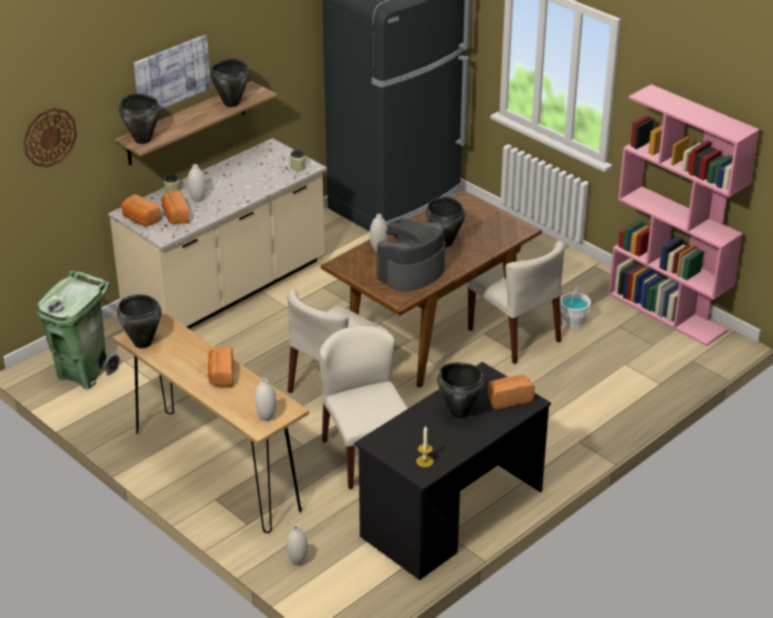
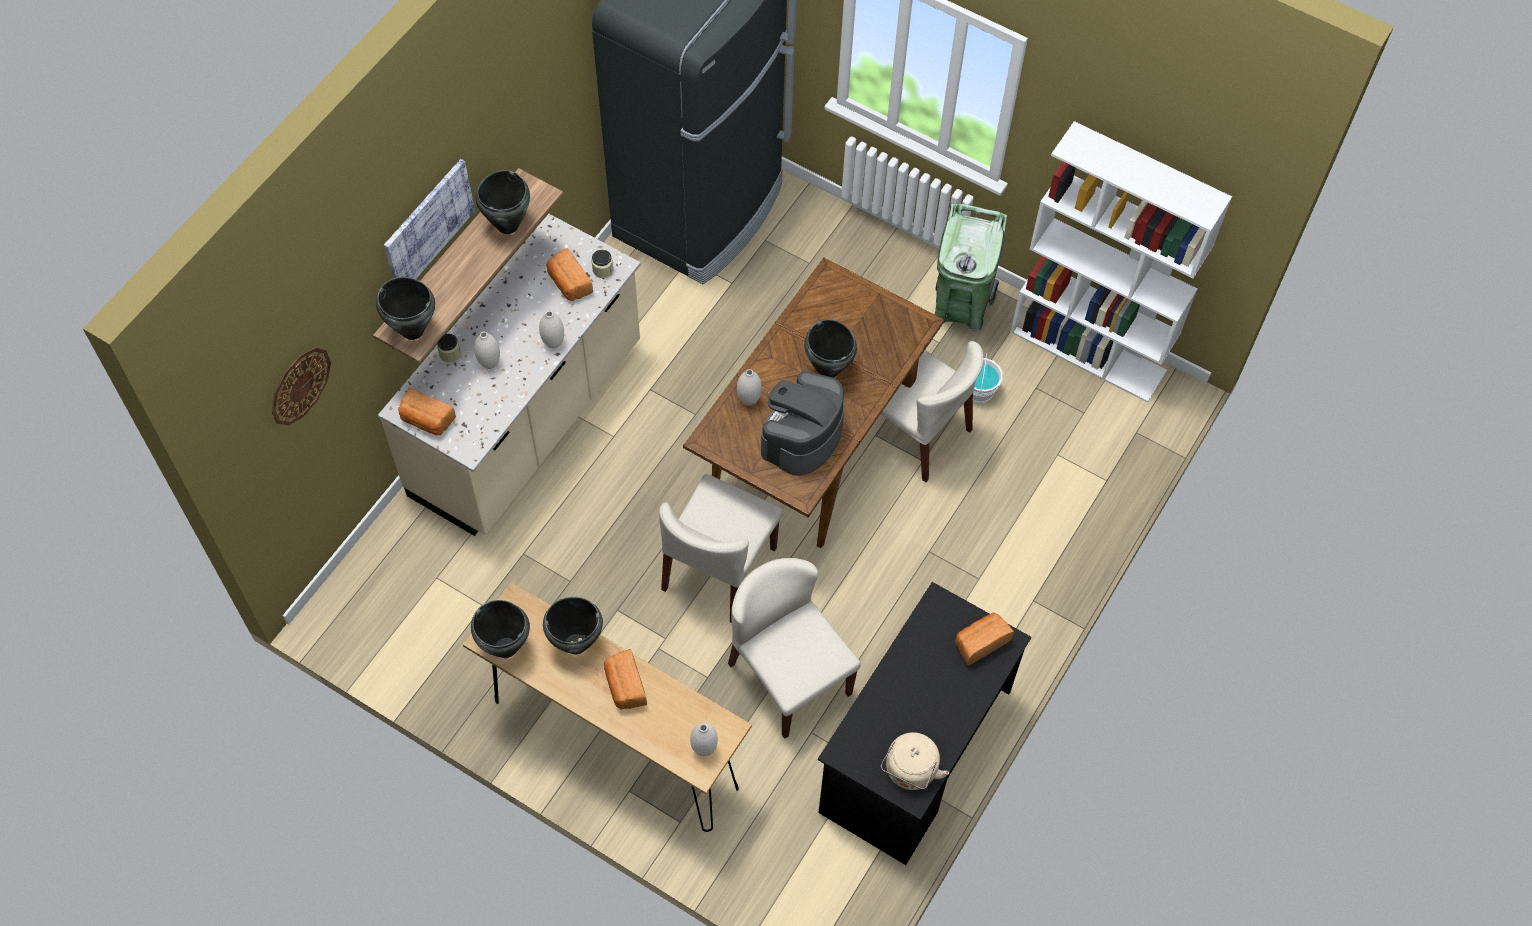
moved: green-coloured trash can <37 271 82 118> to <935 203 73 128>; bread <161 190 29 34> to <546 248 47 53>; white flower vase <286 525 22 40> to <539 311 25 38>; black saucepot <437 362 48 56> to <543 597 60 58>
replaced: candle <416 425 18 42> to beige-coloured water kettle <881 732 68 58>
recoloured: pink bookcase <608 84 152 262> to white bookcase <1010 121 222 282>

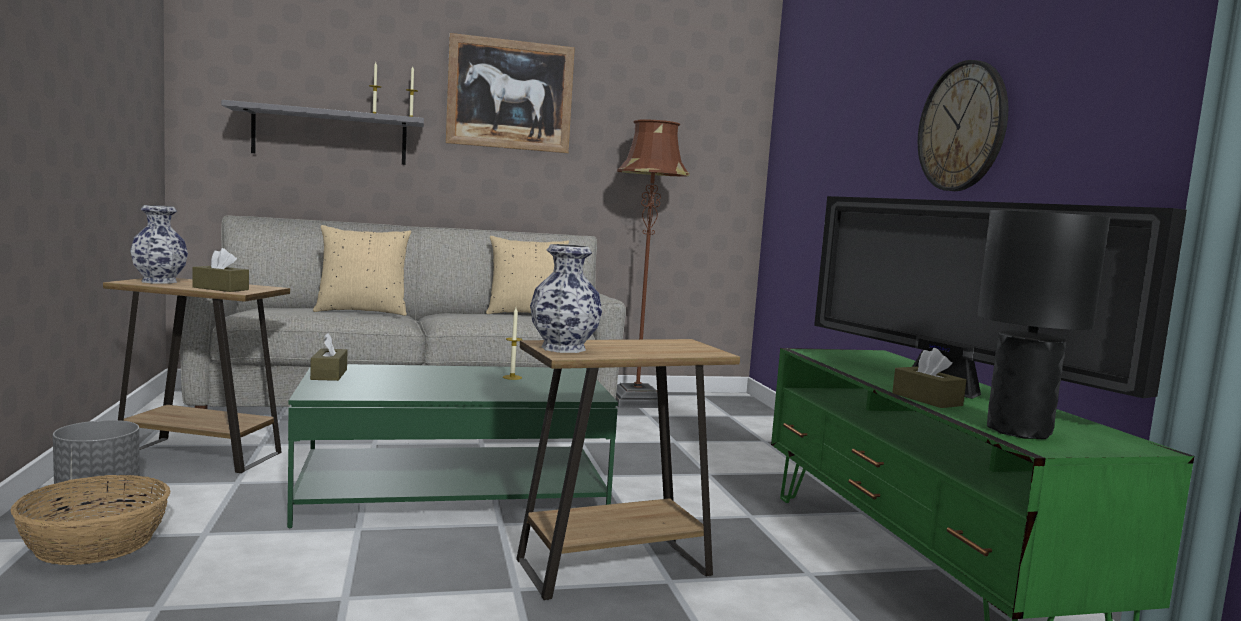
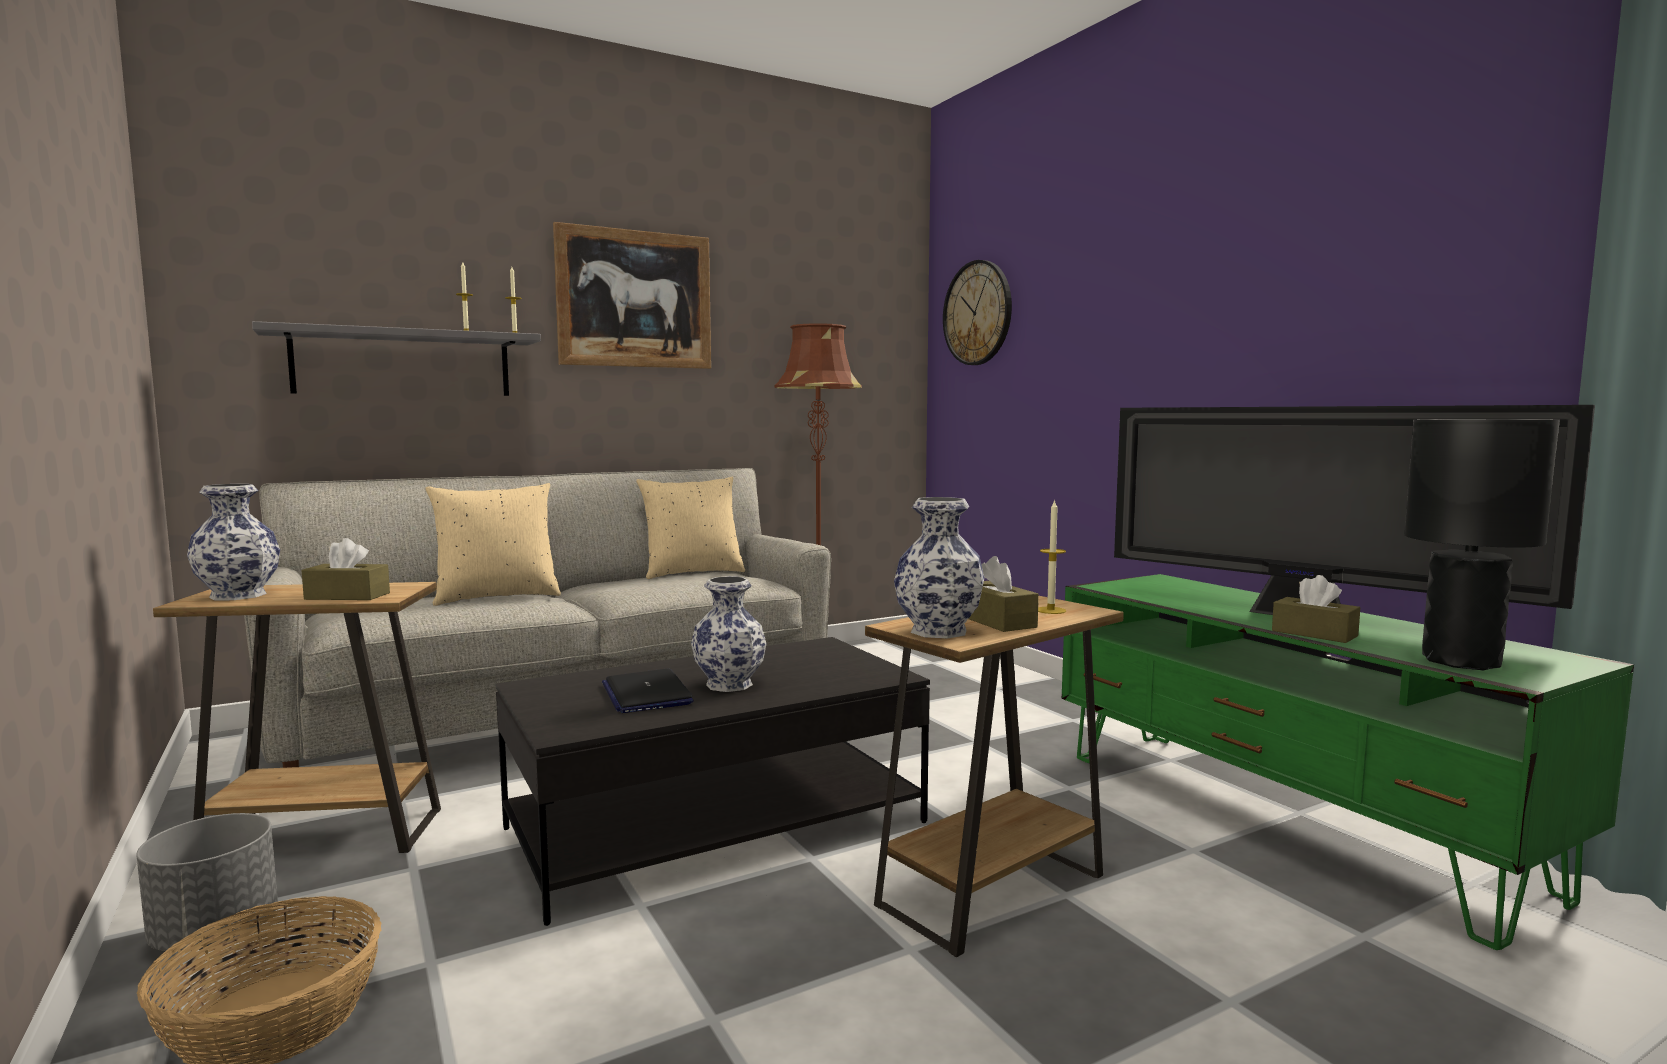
added: laptop <602 669 92 44>; flower vase <691 576 76 116>
moved: brownish box of tissues <310 333 37 48> to <969 556 70 76>; candle <503 308 20 72> to <1038 499 28 115>; clock on the wall <918 60 91 131> to <943 260 69 105>
recoloured: green-coloured low table <287 364 331 164> to black low table <496 637 434 289>

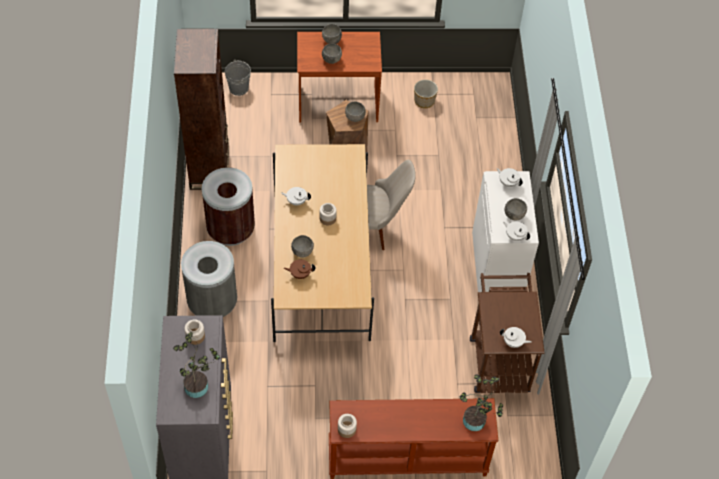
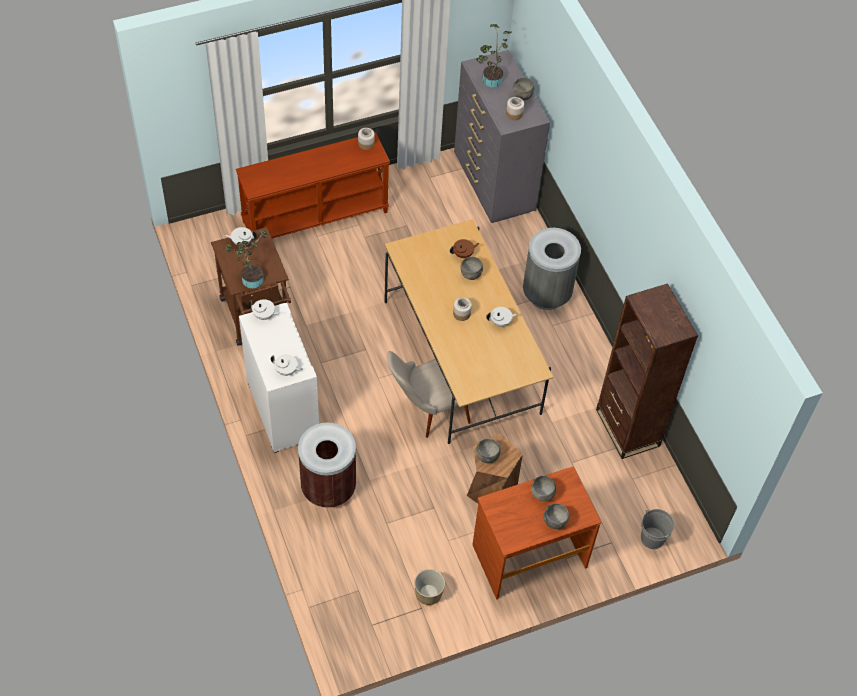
moved: brownish trash can <202 167 53 79> to <298 423 58 85>; potted plant <460 374 43 57> to <226 230 41 58>; gray serving bowl <505 198 22 23> to <513 77 21 23>

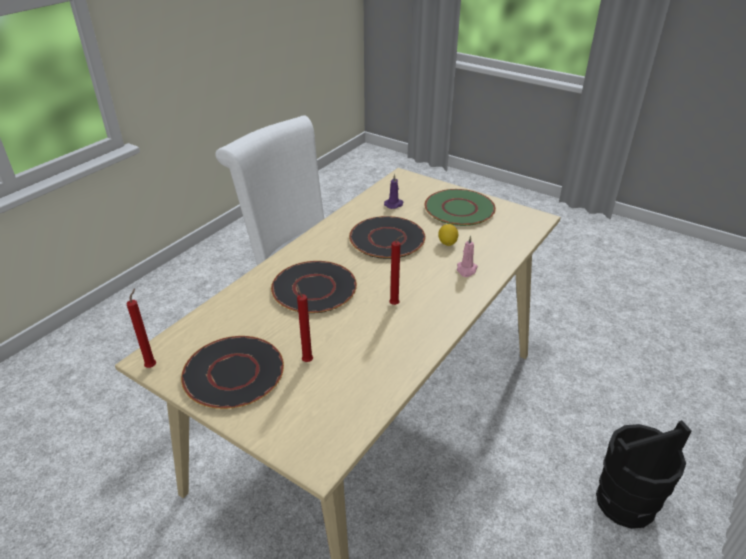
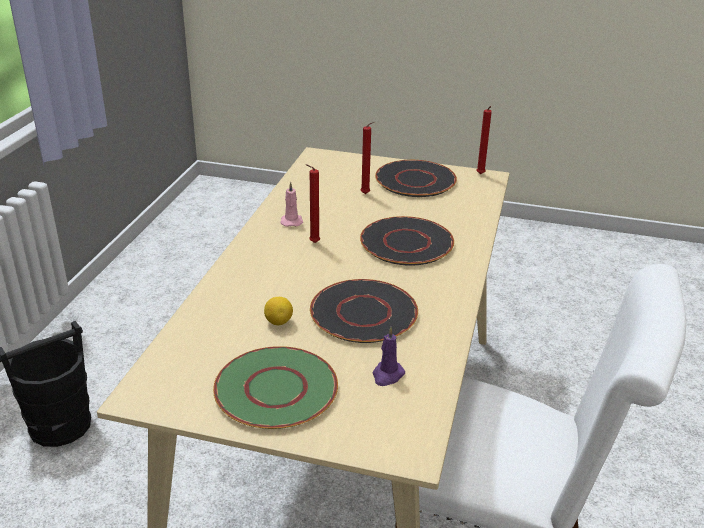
moved: pink candle <457 235 21 42> to <280 182 23 45>

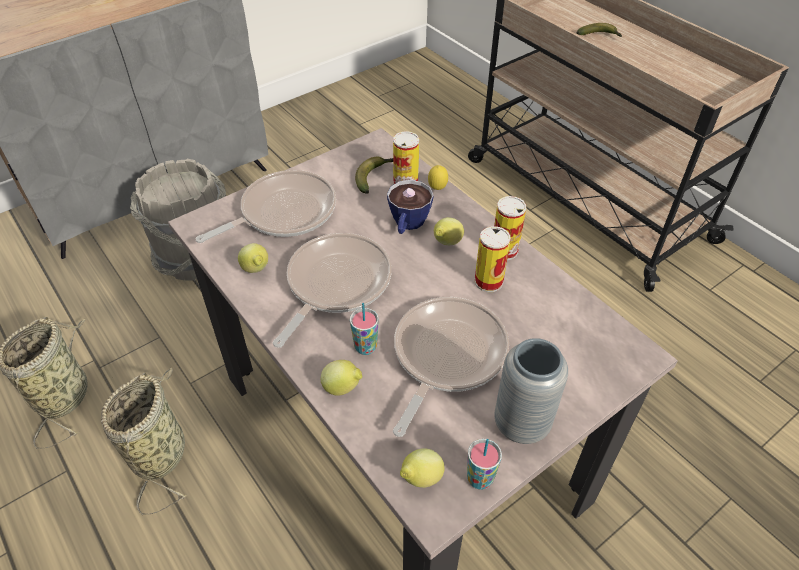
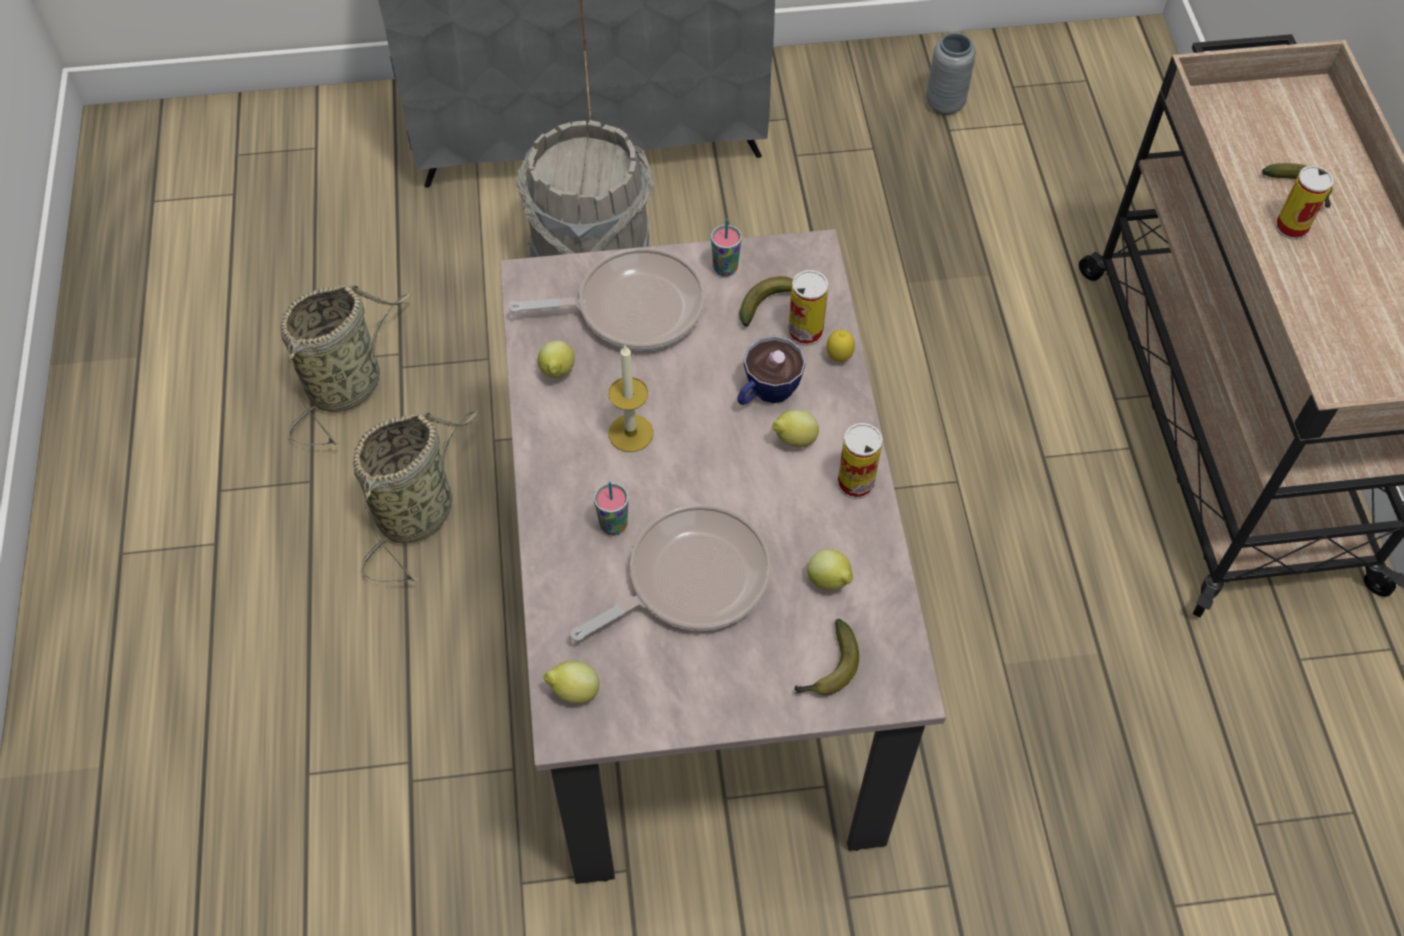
added: whole banana <794 619 65 76>
moved: whole lemon <321 360 41 36> to <807 549 46 41>; small cup <467 439 35 51> to <711 219 31 58>; sealed can <475 226 36 66> to <1275 165 59 75>; gray flower vase <494 338 74 106> to <926 33 50 82>
replaced: frying pan <273 233 119 115> to candle <608 345 45 107>

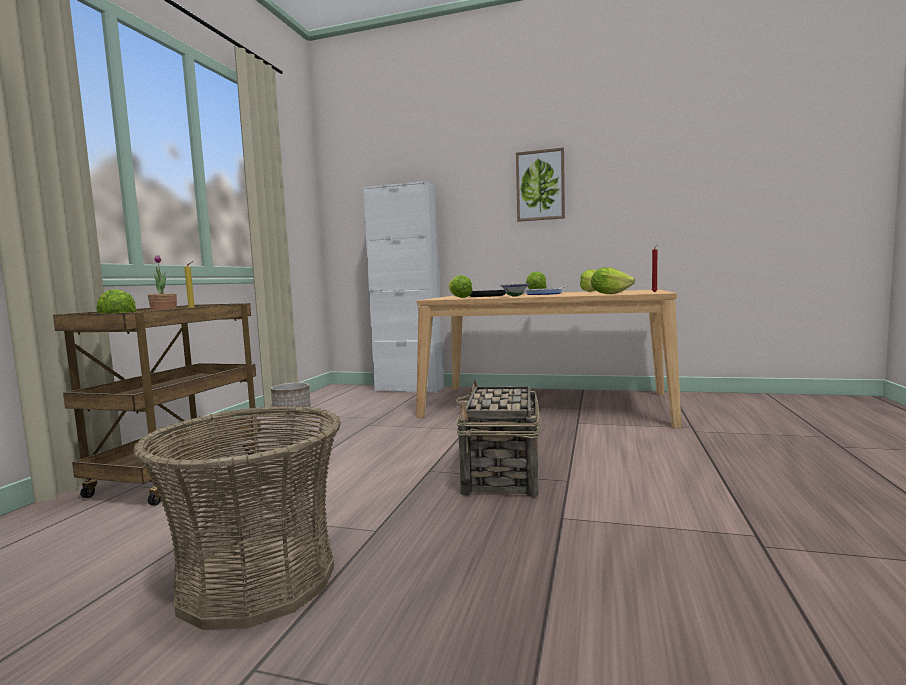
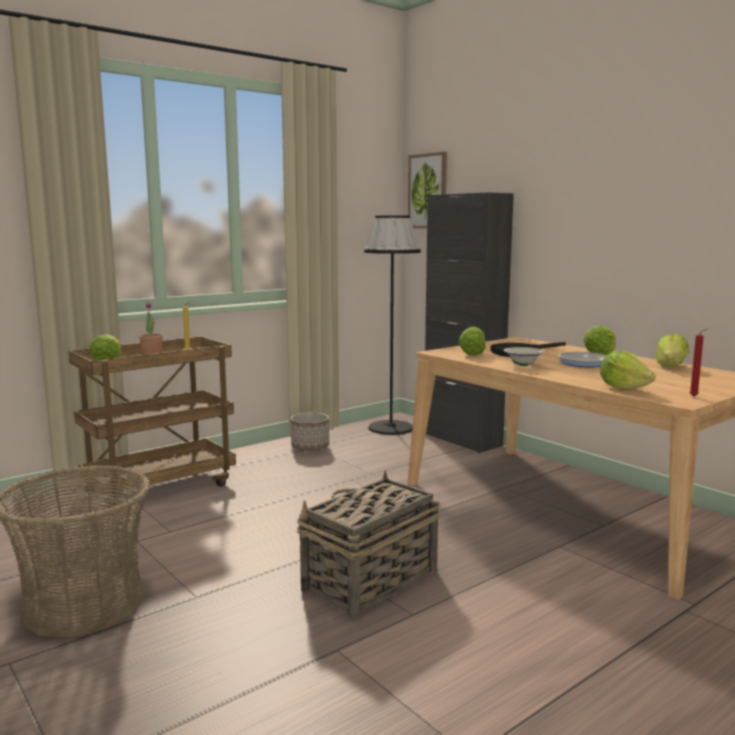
added: black standard lamp <364 216 57 219>
moved: wall picture <516 147 49 75> to <408 152 39 76>
recoloured: white cupboard <363 181 81 212> to black cupboard <425 192 89 261>

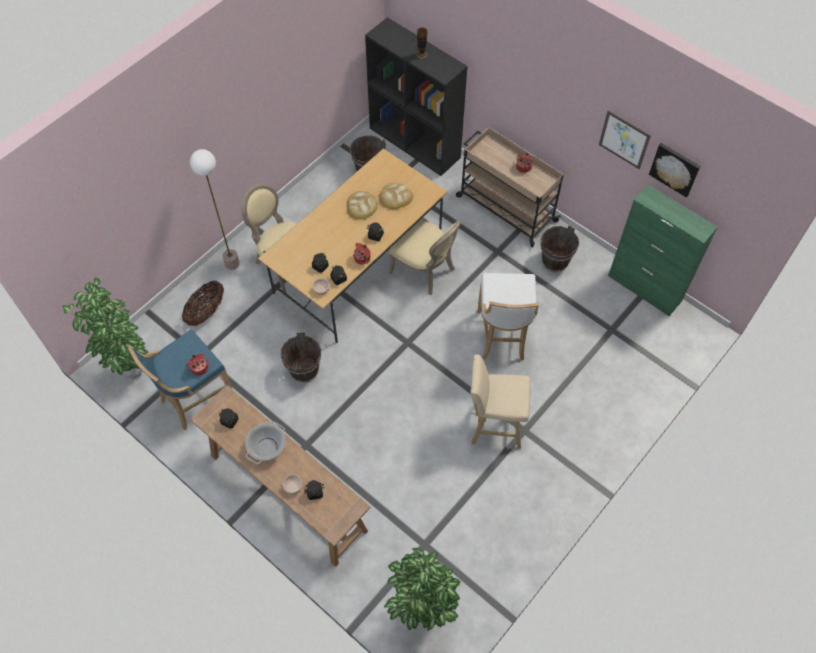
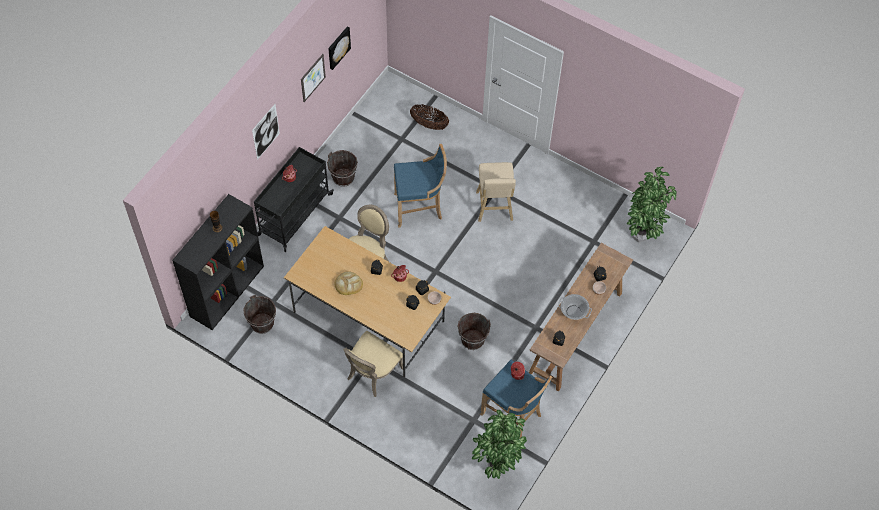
removed: standard lamp <190 149 50 121>; bread <379 183 34 26>; green-coloured cupboard <608 185 110 131>
added: wall picture <252 104 28 56>
moved: household basket <182 281 42 45> to <410 105 39 25>
recoloured: beige-coloured wheeled cart <456 127 108 120> to black wheeled cart <254 147 80 105>; white sitting stool <476 273 63 88> to blue sitting stool <394 144 53 84>

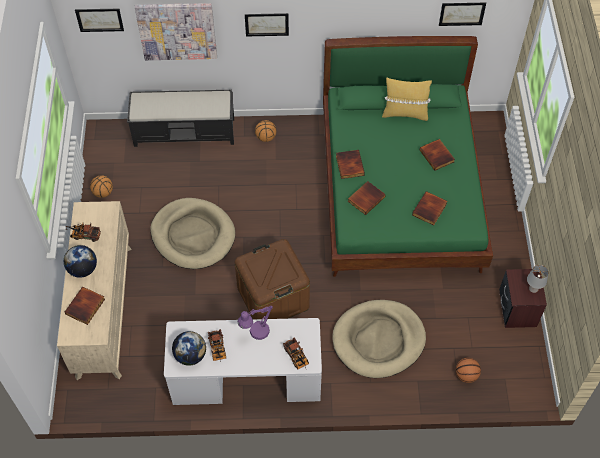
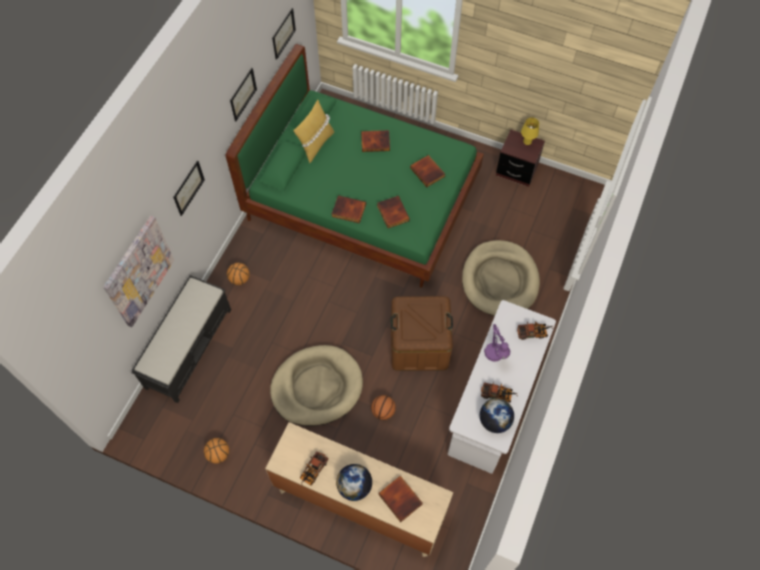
moved: wall picture <75 9 49 23> to <230 68 27 53>; basketball ball <456 358 25 25> to <371 395 25 25>
recoloured: gray lamp for a table <527 265 22 28> to yellowish lamp for a table <521 118 18 27>

